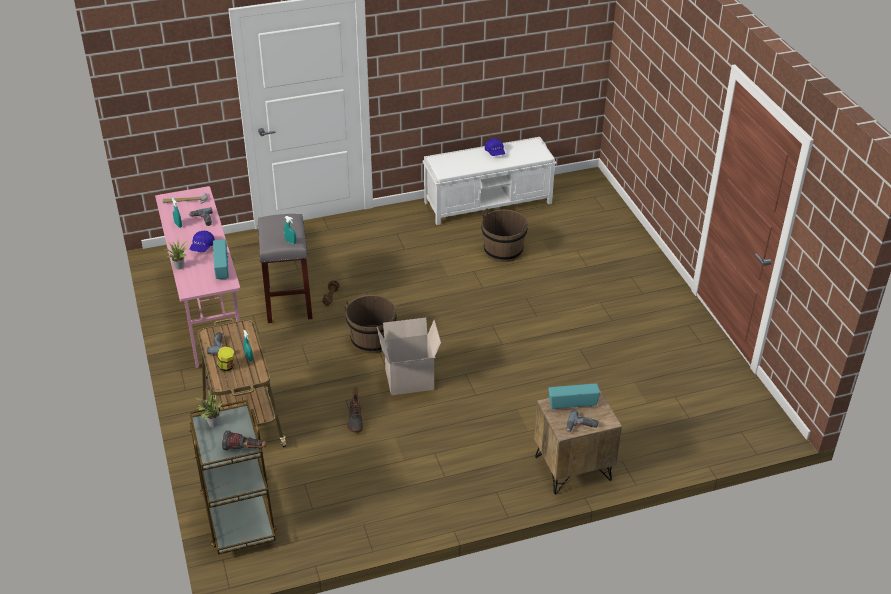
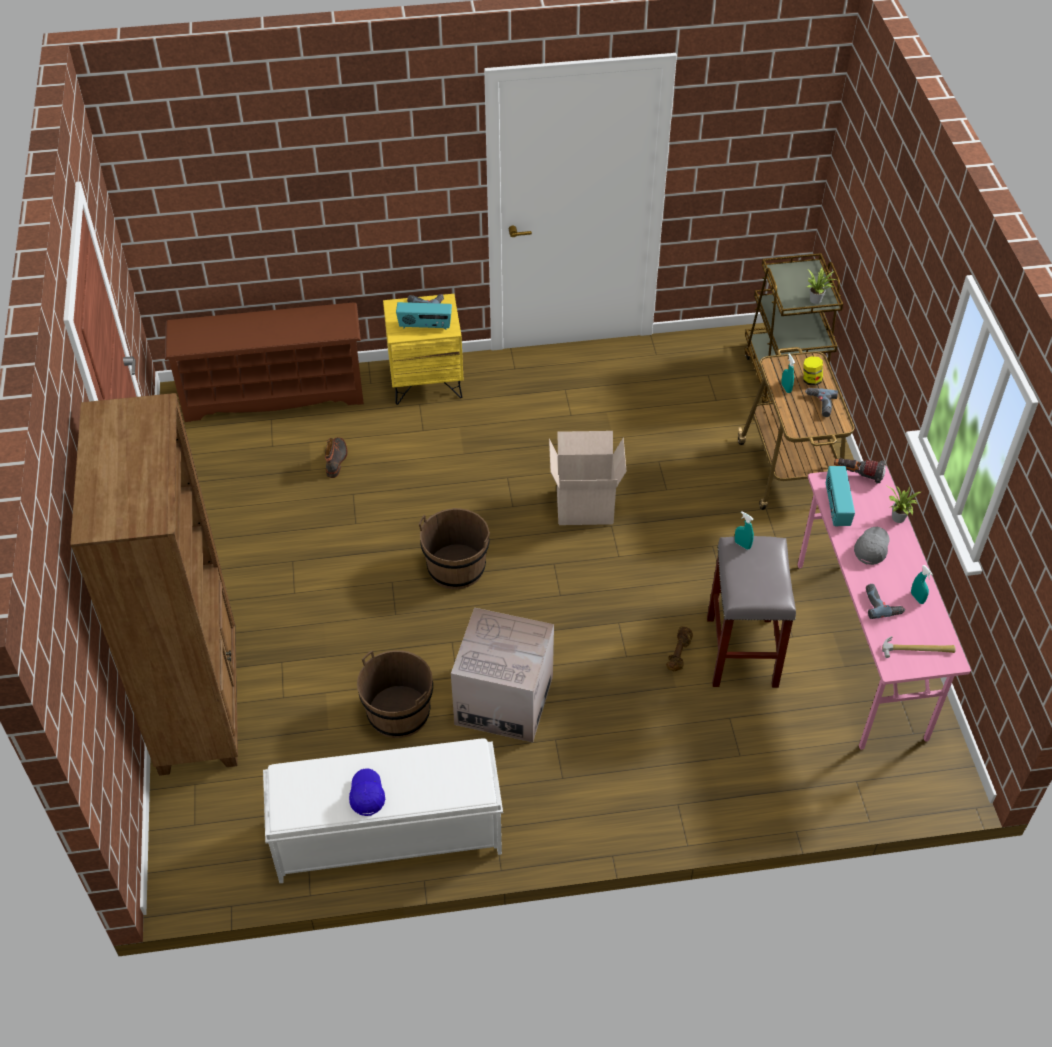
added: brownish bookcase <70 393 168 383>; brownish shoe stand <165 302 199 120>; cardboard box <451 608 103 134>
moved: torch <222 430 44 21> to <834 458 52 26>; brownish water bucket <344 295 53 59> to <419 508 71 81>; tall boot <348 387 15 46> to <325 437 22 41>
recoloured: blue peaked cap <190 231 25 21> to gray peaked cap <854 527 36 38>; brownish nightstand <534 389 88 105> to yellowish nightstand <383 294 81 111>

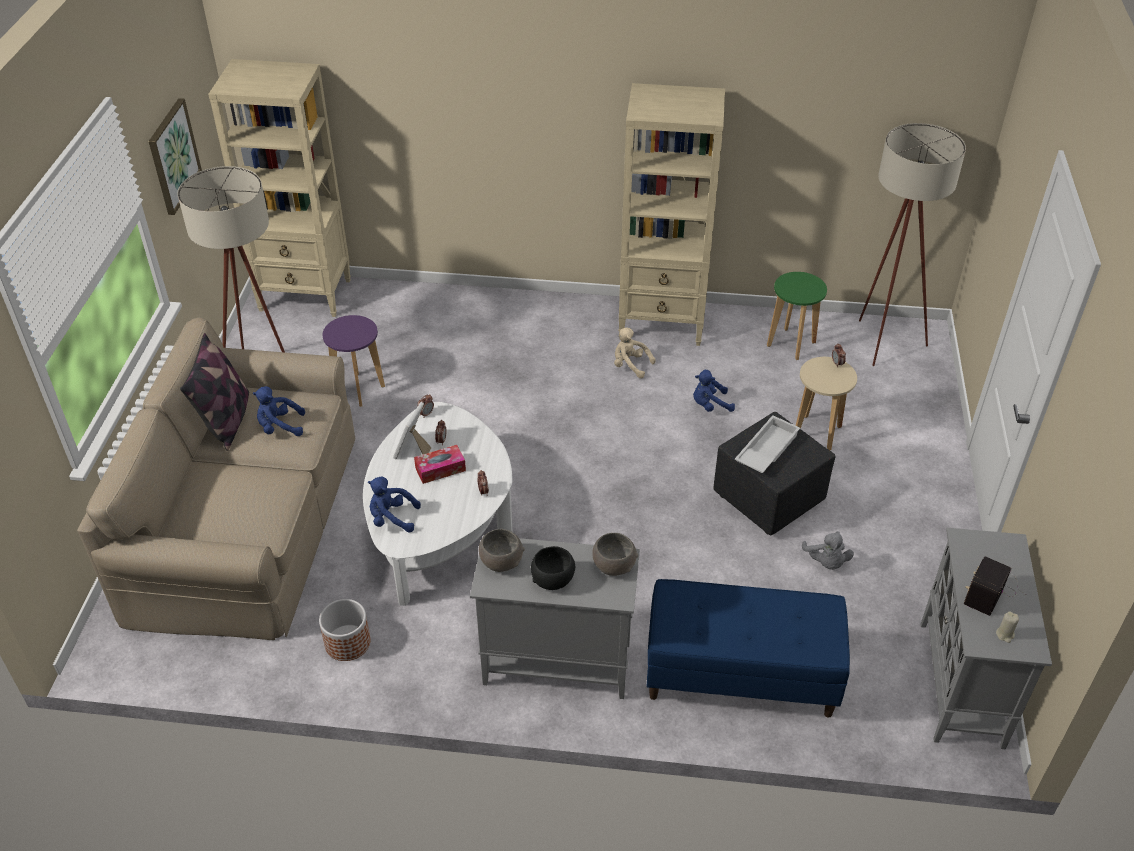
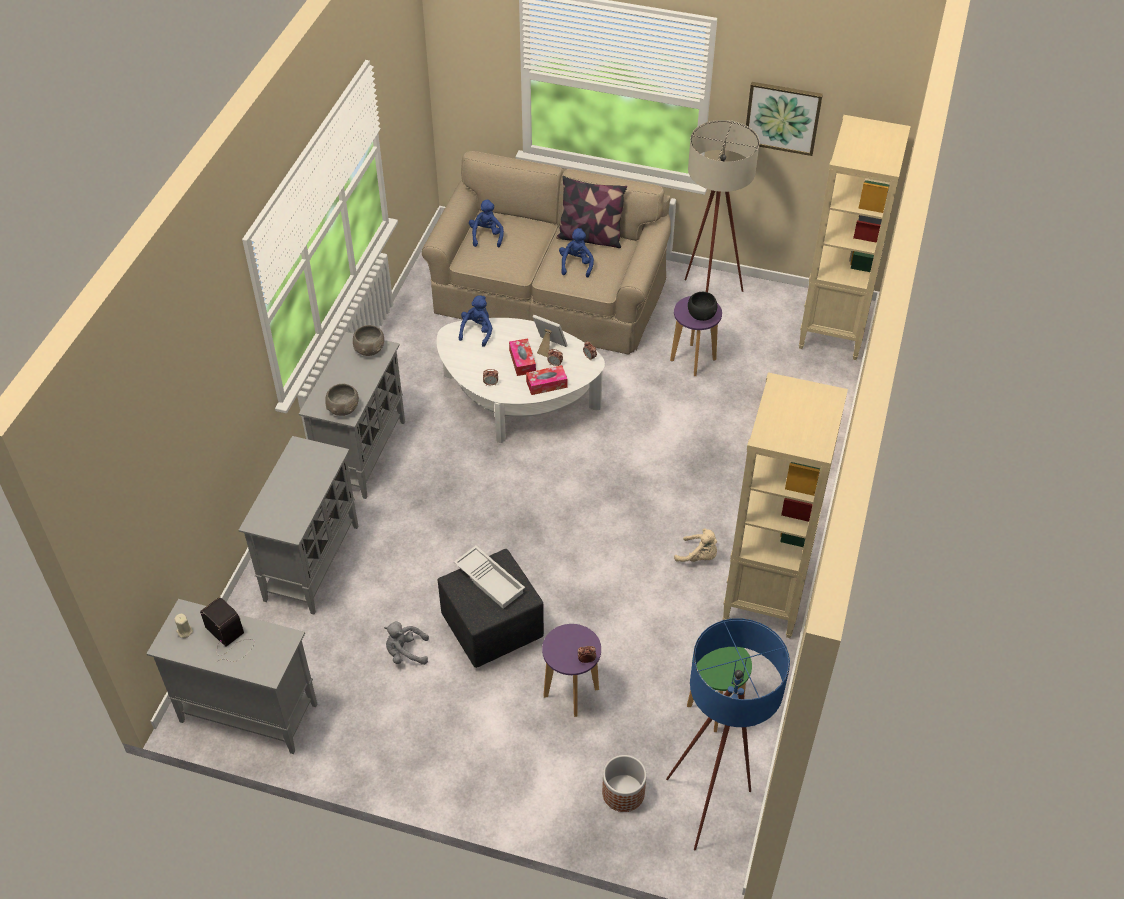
added: box of tissues <526 365 42 30>
moved: flower pot <319 599 51 62> to <602 755 45 57>; black serving bowl <531 546 44 44> to <688 292 29 29>; blue cuddly toy <693 370 42 42> to <469 200 35 47>
replaced: blue long seat <647 579 203 139> to gray cupboard <239 436 119 178>
recoloured: beige-coloured sitting stool <796 357 61 93> to purple sitting stool <542 624 59 93>; beige-coloured standard lamp <859 123 107 243> to blue standard lamp <666 618 124 232>
turned: beige-coloured cuddly toy <614 327 42 51> = <674 529 43 33> 75 degrees clockwise

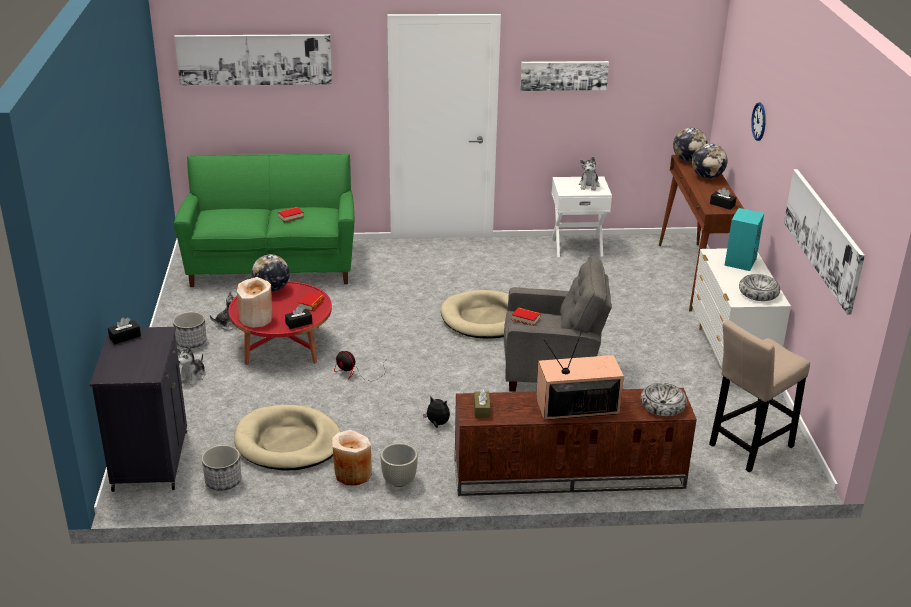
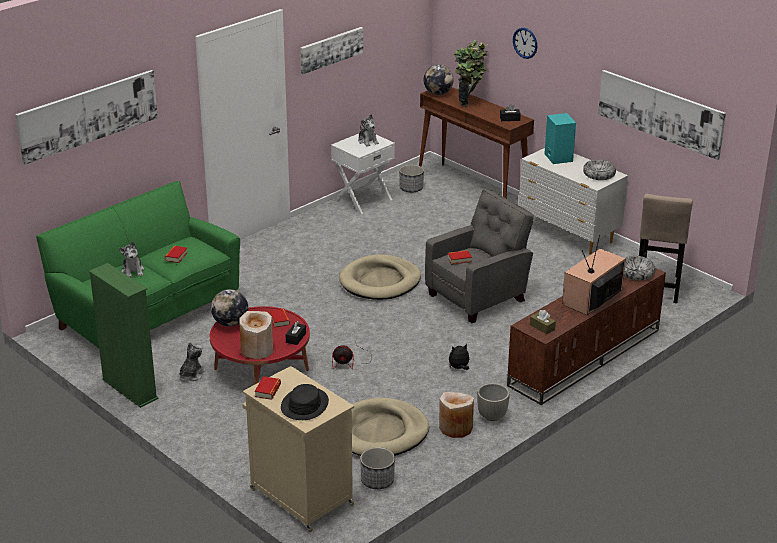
added: green-coloured bookcase <89 263 69 145>; black wearable hat <281 384 48 36>
moved: flower pot <173 311 34 37> to <399 165 25 27>; cuddly toy <177 346 29 39> to <119 241 25 37>
replaced: black box of tissues <108 317 33 27> to book <255 376 26 24>; desk globe <692 143 35 36> to potted plant <453 40 35 67>
recoloured: black cupboard <90 327 97 165> to beige-coloured cupboard <242 366 112 166>

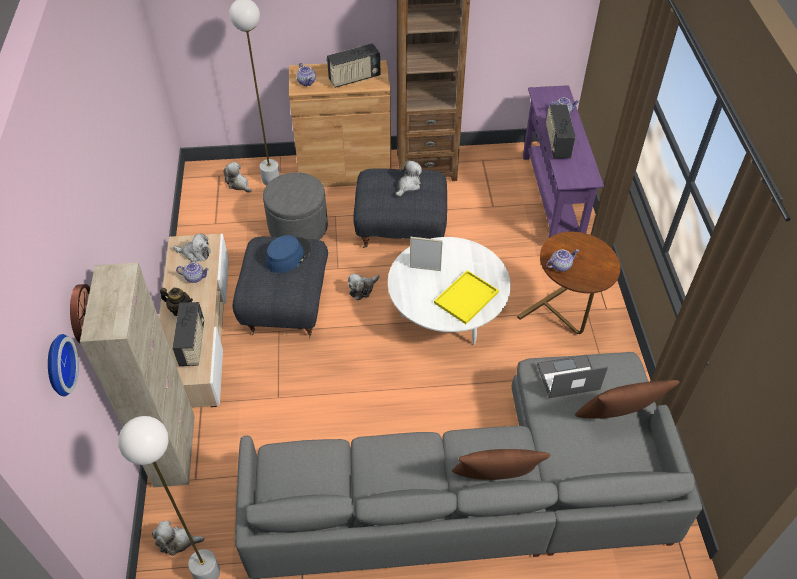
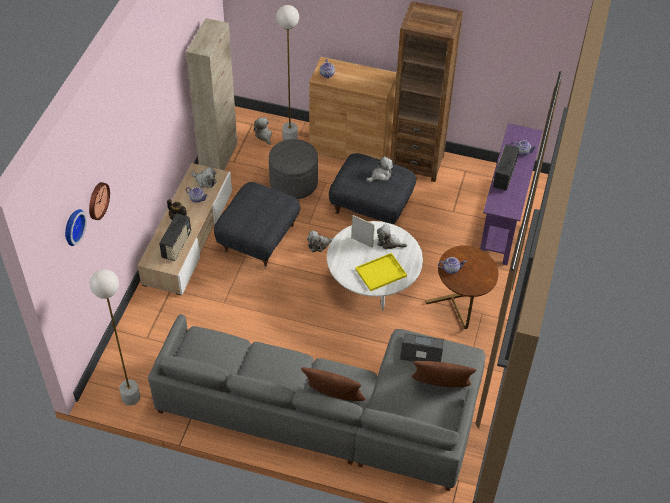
removed: blue wearable hat <266 235 45 38>; radio set <327 44 53 44>
moved: beige-coloured cupboard <80 262 115 225> to <186 18 51 152>; cuddly toy <152 521 53 35> to <377 224 30 25>

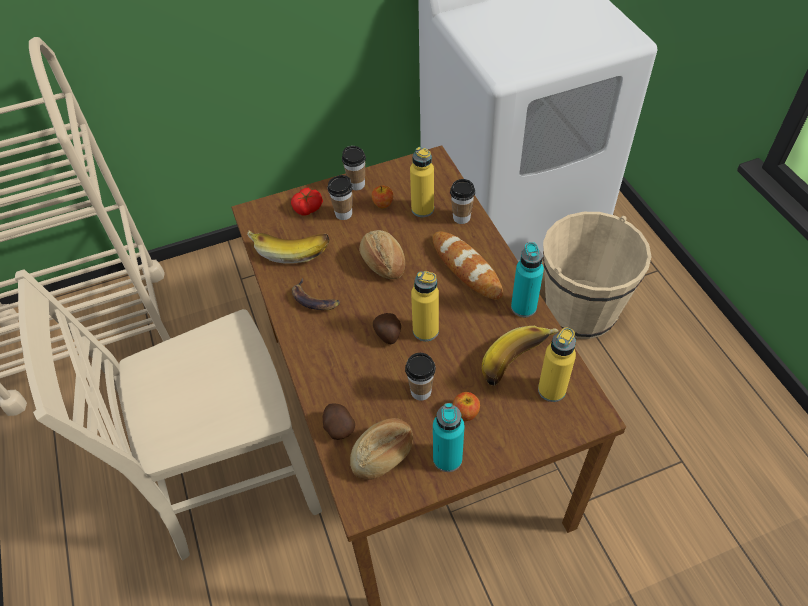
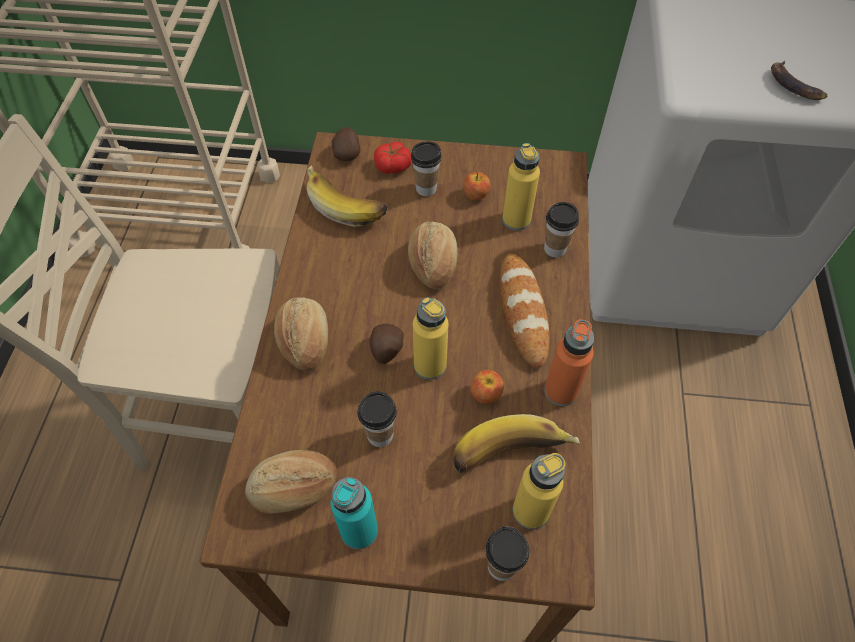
removed: beige-coloured water bucket <543 212 108 127>
added: bread <274 297 54 74>
moved: whole banana <292 278 48 32> to <771 60 57 40>; spud <323 404 32 36> to <332 127 28 34>; small cup <342 146 24 44> to <486 526 43 55>; whole apple <453 392 27 29> to <470 370 34 34>
recoloured: turquoise-coloured beverage bottle <511 242 33 75> to orange-coloured beverage bottle <544 319 50 87>

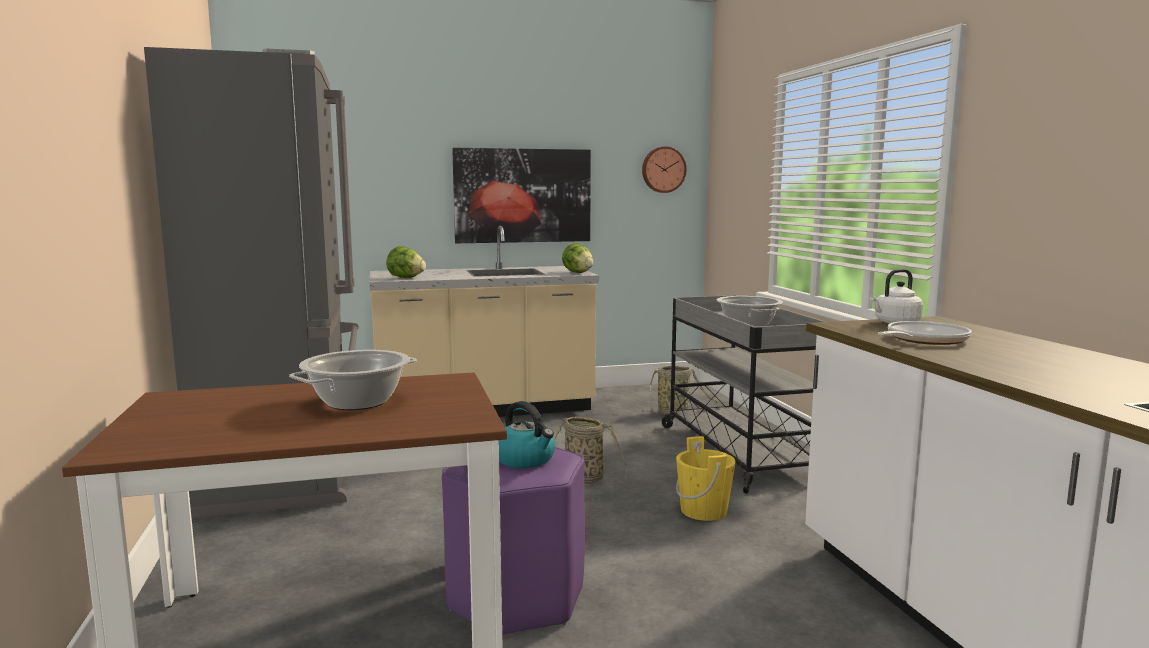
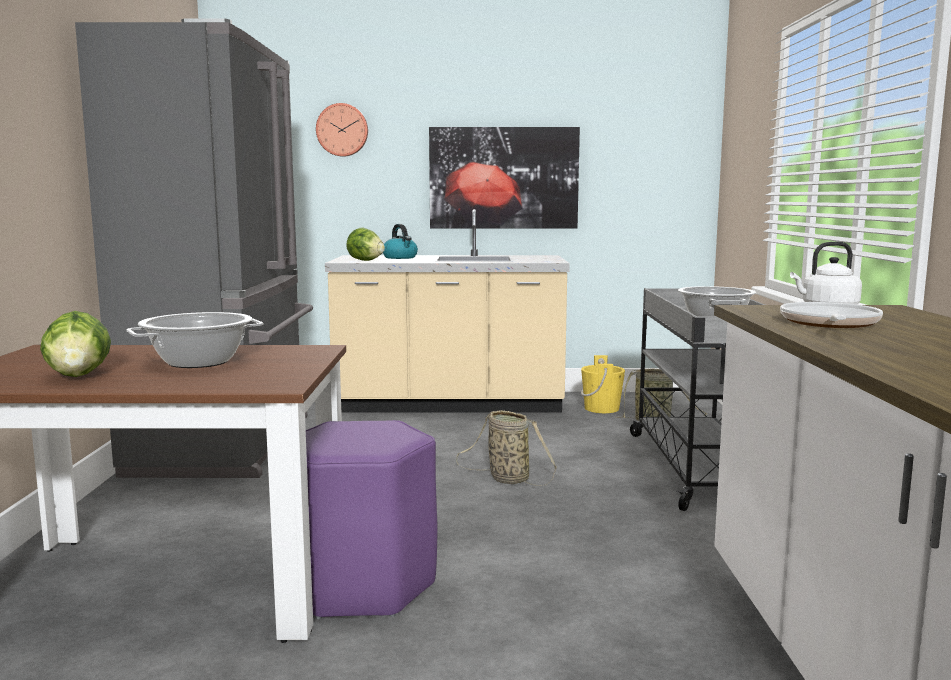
moved: water kettle <499 401 57 67> to <383 224 35 35>; lettuce <562 243 31 30> to <40 311 71 66>; clock on the wall <642 146 45 47> to <316 103 52 54>; yellowish water bucket <676 436 60 85> to <581 355 44 58>
turned: frying pan <878 321 94 24> = <780 302 103 26> 45 degrees counterclockwise

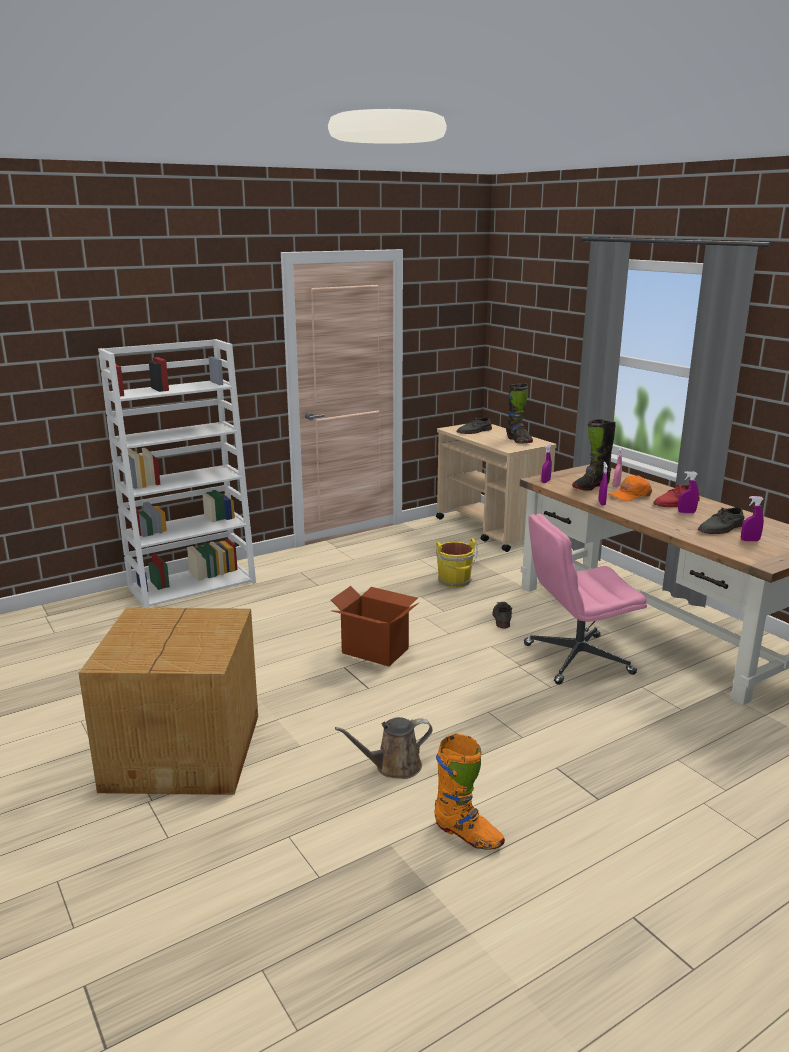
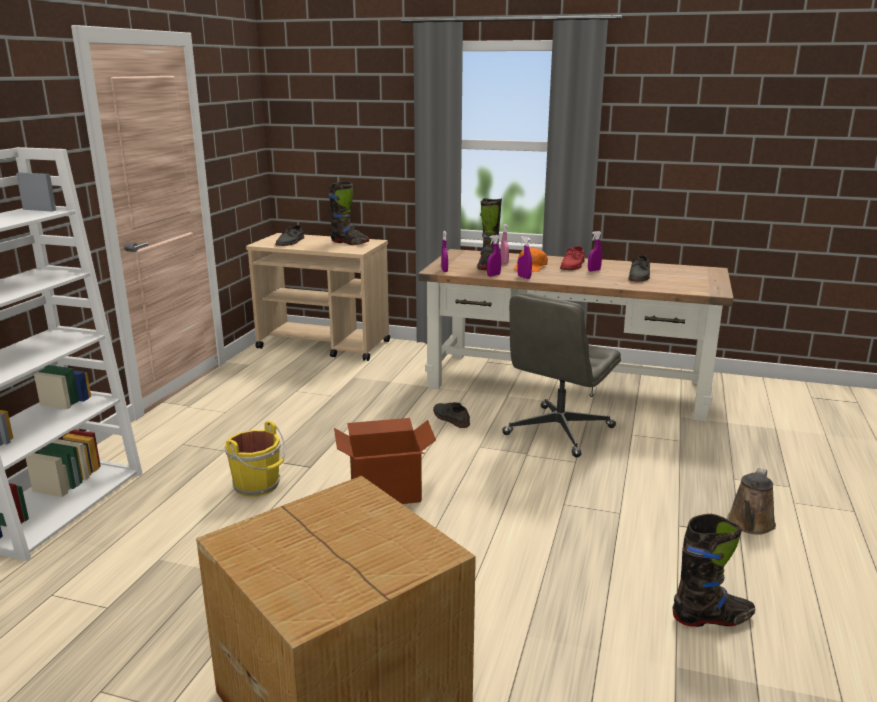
moved: brownish sprinkling can <335 717 97 62> to <727 468 49 67>; yellowish water bucket <436 538 42 50> to <225 421 60 76>; purple sprayer <741 496 23 45> to <487 235 14 42>
recoloured: orange-coloured tall boot <434 734 71 115> to black tall boot <673 514 82 113>; pink computer chair <524 514 123 171> to gray computer chair <502 293 119 164>

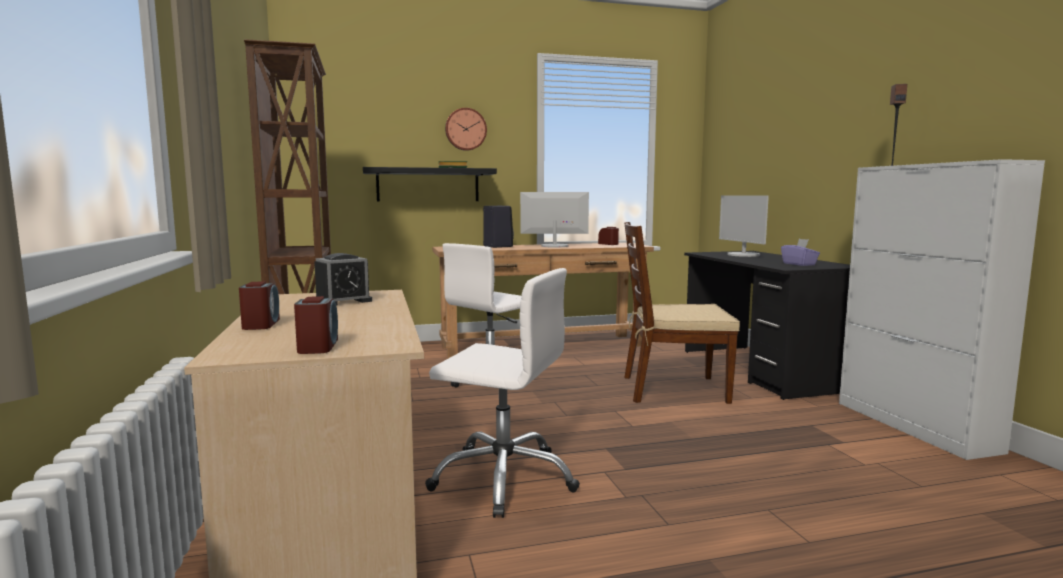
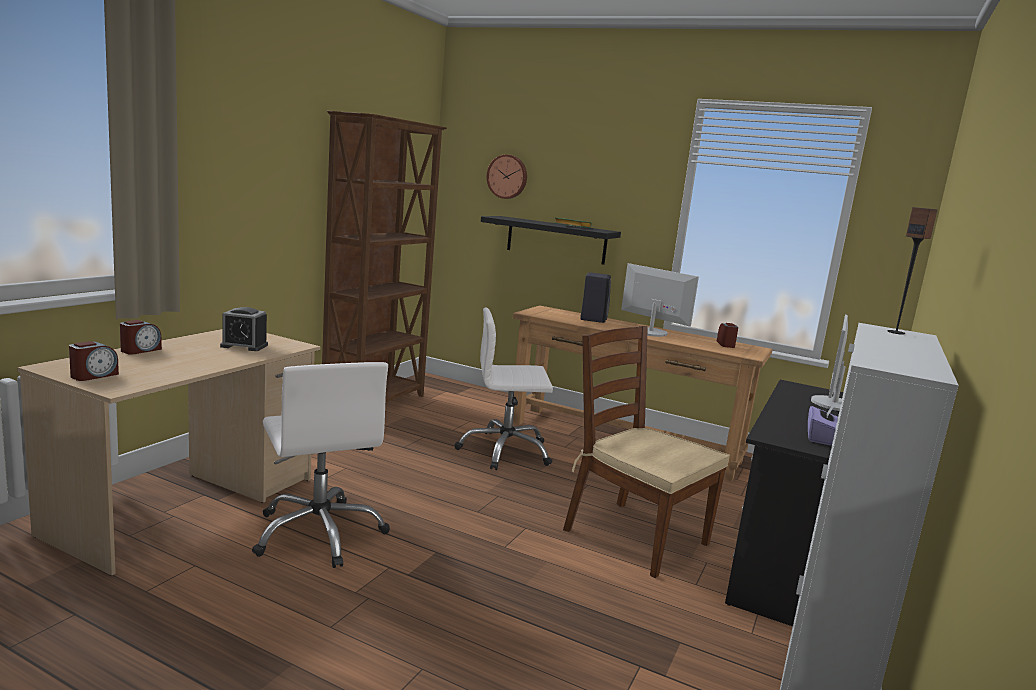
moved: clock on the wall <445 108 42 43> to <487 154 40 45>

